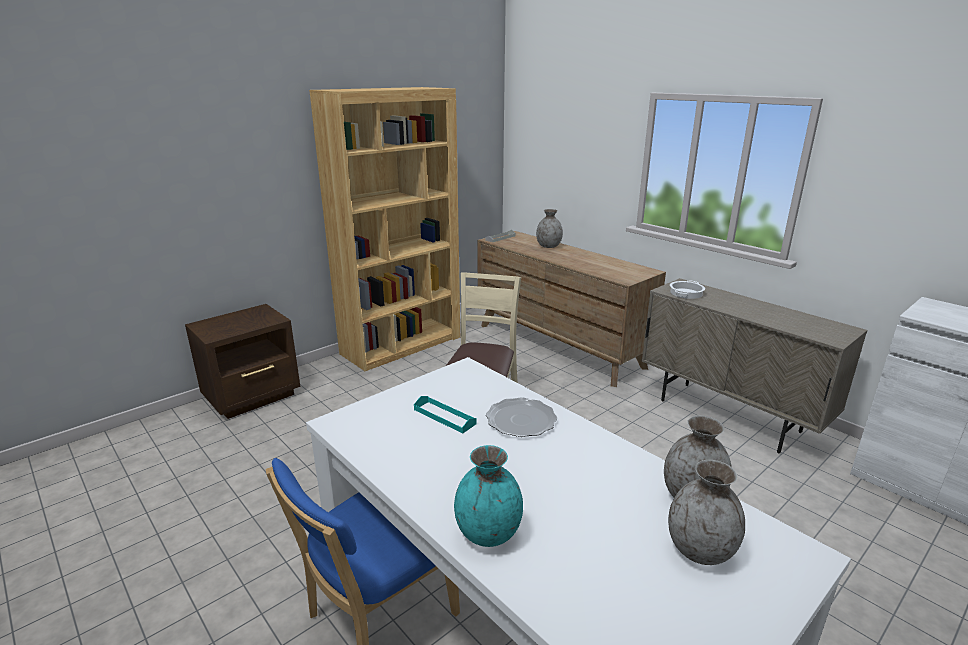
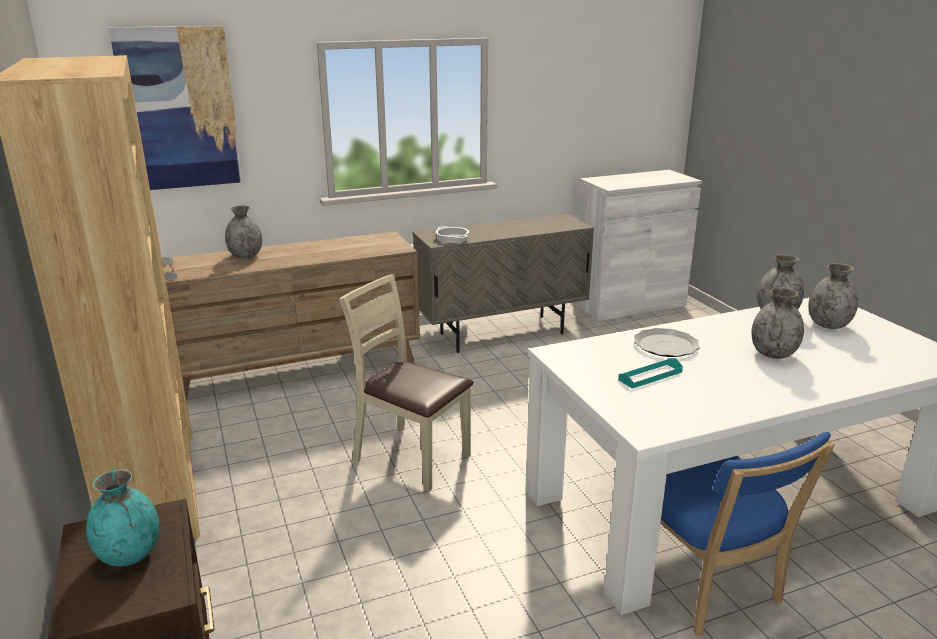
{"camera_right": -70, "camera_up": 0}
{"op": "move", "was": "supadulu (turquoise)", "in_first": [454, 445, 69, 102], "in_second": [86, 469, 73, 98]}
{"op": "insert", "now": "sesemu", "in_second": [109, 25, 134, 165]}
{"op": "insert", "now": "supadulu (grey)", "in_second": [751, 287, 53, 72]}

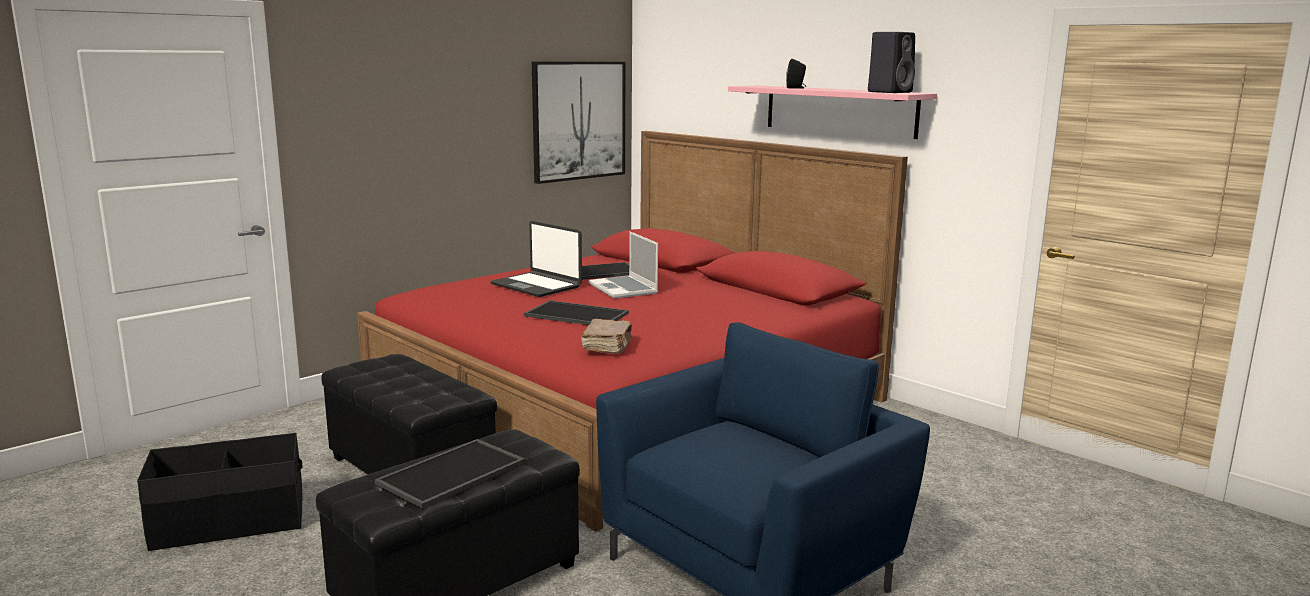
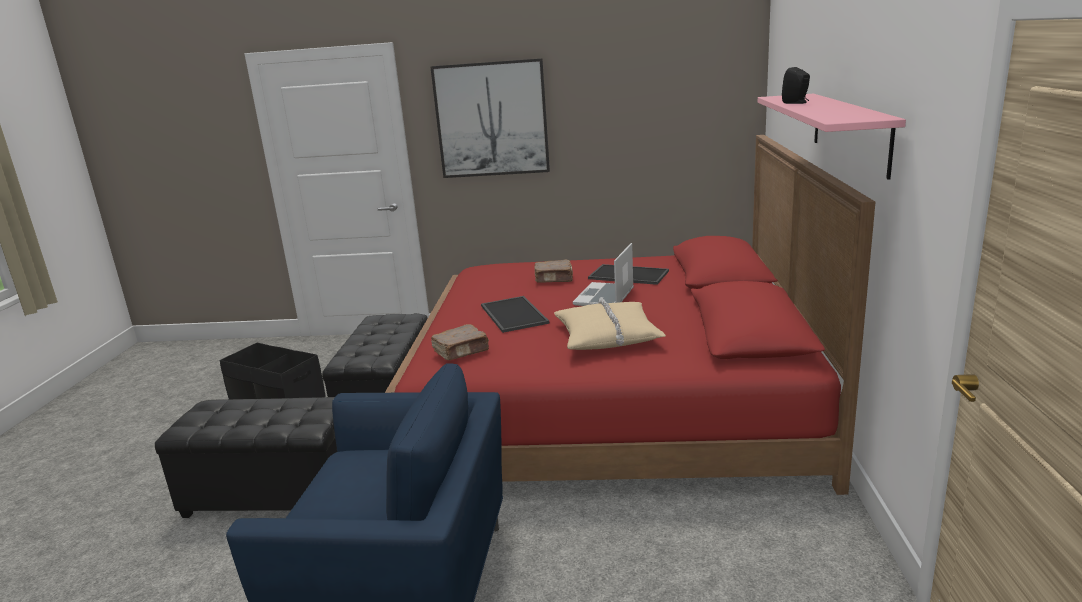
{"camera_right": 50, "camera_up": 5}
{"op": "move", "was": "sesemu", "in_first": [532, 61, 94, 123], "in_second": [430, 58, 120, 120]}
{"op": "replace", "was": "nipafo", "now": "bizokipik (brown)", "in_first": [490, 221, 92, 76], "in_second": [534, 260, 39, 23]}
{"op": "insert", "now": "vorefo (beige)", "in_second": [554, 297, 112, 53]}
{"op": "delete", "was": "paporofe", "in_first": [374, 439, 151, 69]}
{"op": "delete", "was": "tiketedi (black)", "in_first": [868, 32, 47, 61]}

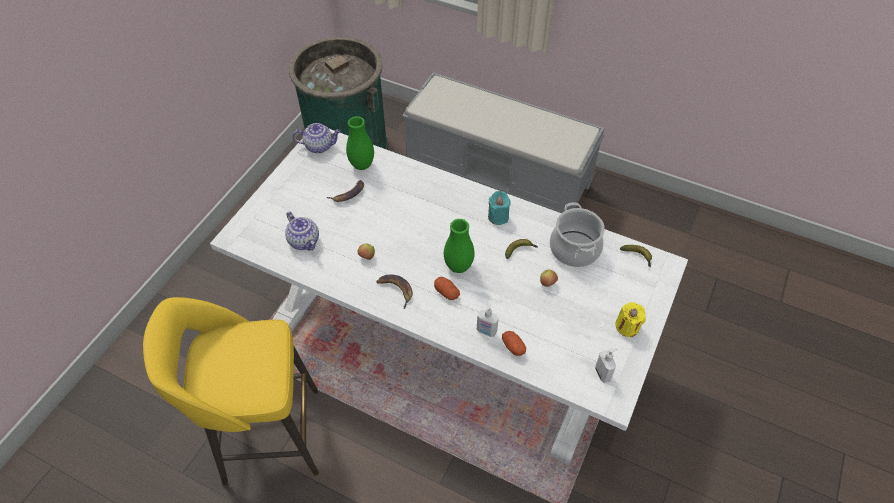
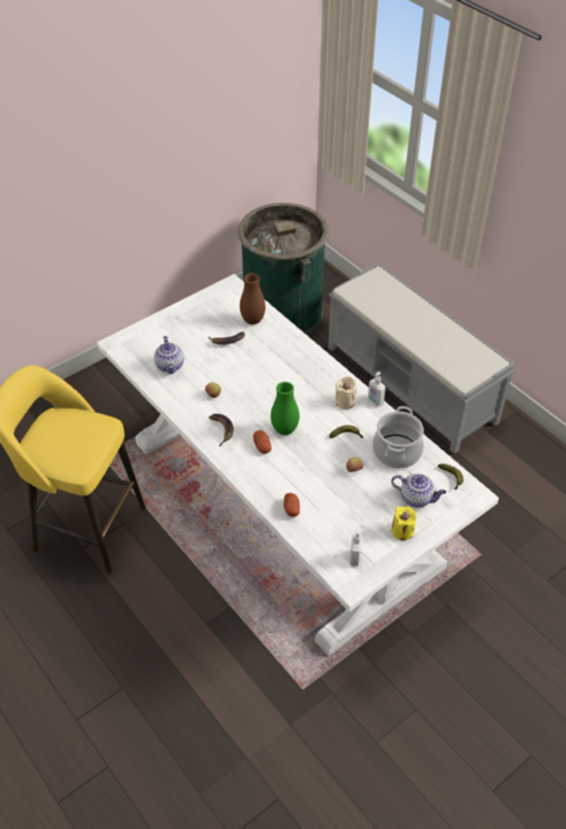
{"camera_right": 25, "camera_up": -5}
{"op": "recolor", "was": "supadulu (green)", "now": "supadulu (brown)", "in_first": [346, 116, 28, 54], "in_second": [240, 273, 25, 52]}
{"op": "recolor", "was": "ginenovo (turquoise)", "now": "ginenovo (beige)", "in_first": [488, 191, 23, 34], "in_second": [335, 376, 22, 33]}
{"op": "move", "was": "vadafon", "in_first": [477, 304, 22, 33], "in_second": [368, 372, 17, 34]}
{"op": "move", "was": "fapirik", "in_first": [292, 123, 49, 31], "in_second": [391, 474, 55, 34]}

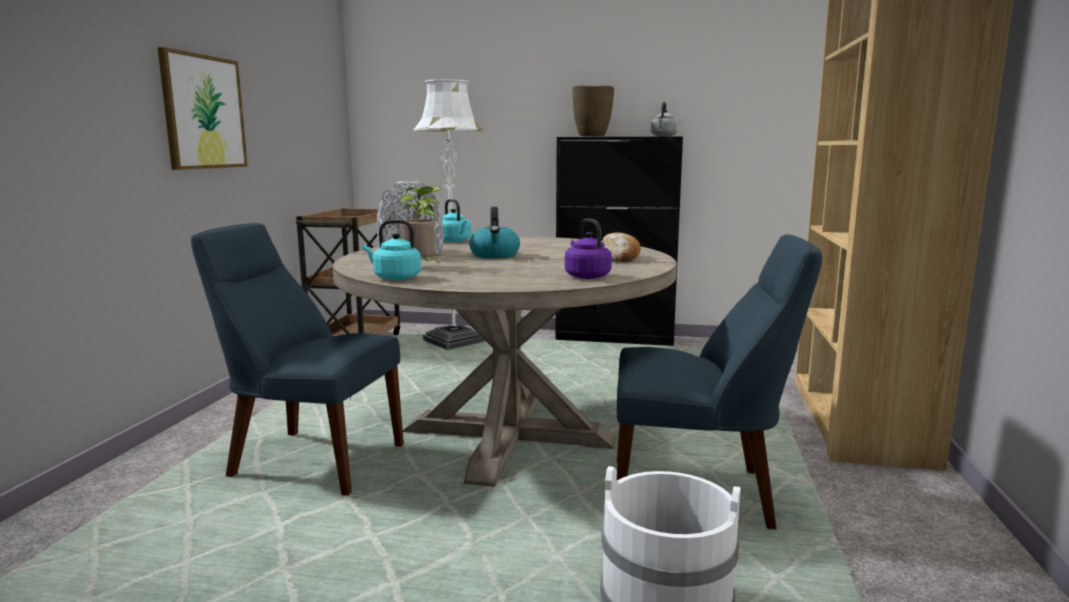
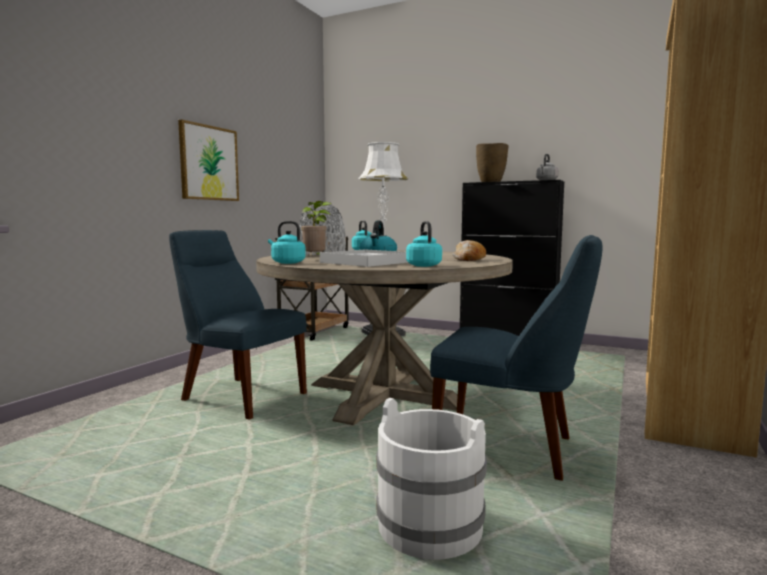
{"camera_right": 15, "camera_up": -5}
{"op": "insert", "now": "paporofe (white)", "in_second": [320, 249, 89, 18]}
{"op": "recolor", "was": "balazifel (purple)", "now": "balazifel (turquoise)", "in_first": [565, 219, 47, 60], "in_second": [406, 221, 36, 46]}

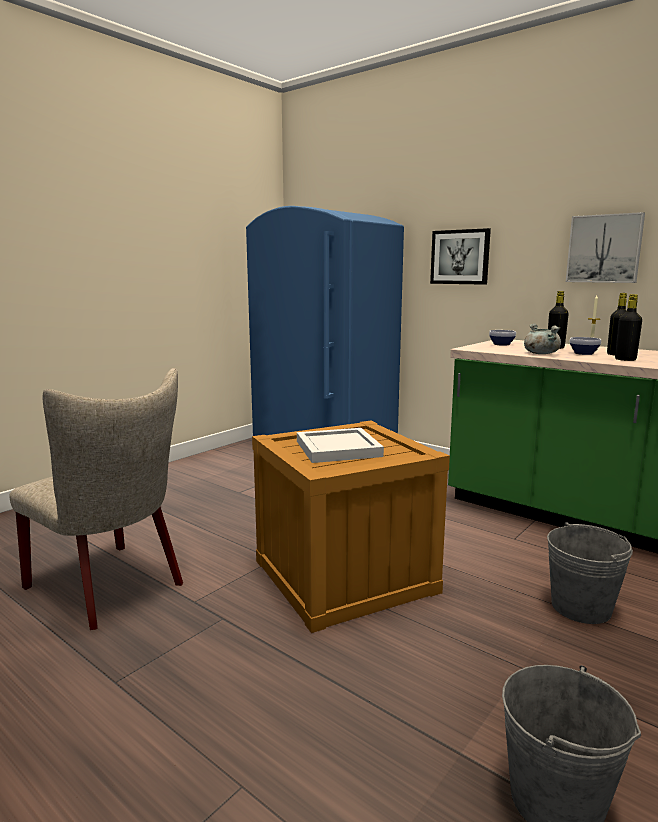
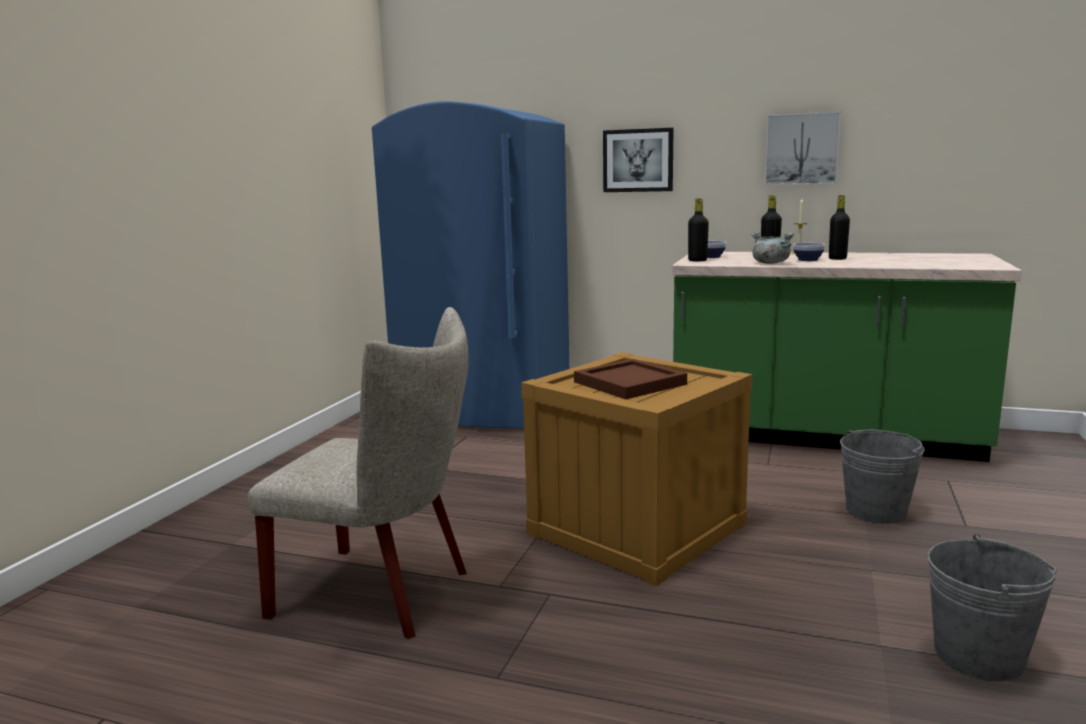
{"camera_right": -20, "camera_up": 0}
{"op": "recolor", "was": "paporofe (white)", "now": "paporofe (brown)", "in_first": [297, 428, 87, 35], "in_second": [574, 359, 113, 40]}
{"op": "move", "was": "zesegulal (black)", "in_first": [615, 294, 27, 67], "in_second": [688, 198, 21, 64]}

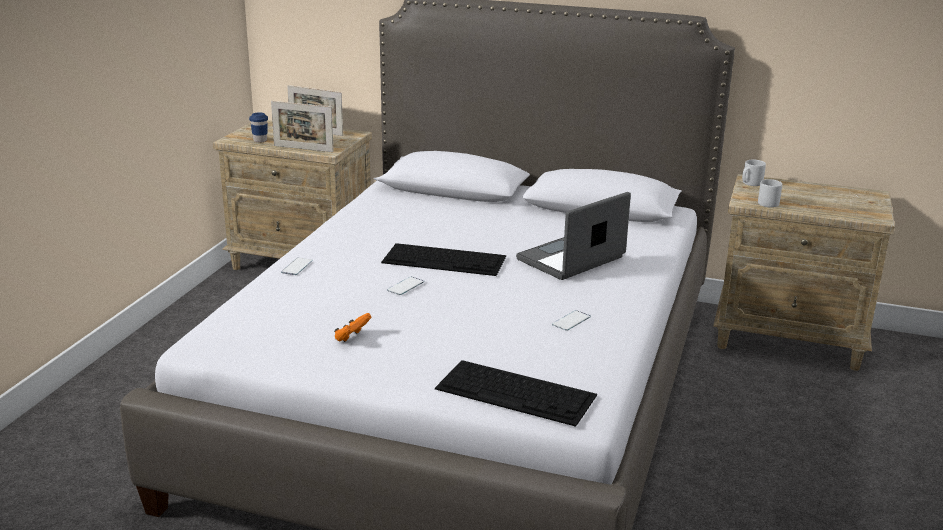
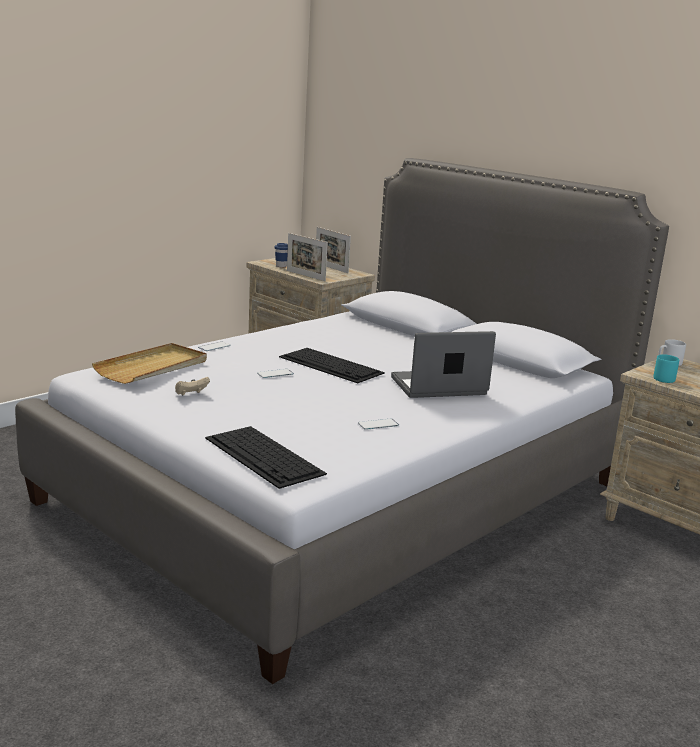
{"camera_right": 25, "camera_up": -5}
{"op": "insert", "now": "paporofe (beige)", "in_second": [92, 343, 115, 41]}
{"op": "recolor", "was": "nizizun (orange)", "now": "nizizun (beige)", "in_first": [334, 313, 37, 29], "in_second": [175, 377, 35, 19]}
{"op": "recolor", "was": "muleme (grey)", "now": "muleme (turquoise)", "in_first": [758, 179, 24, 29], "in_second": [653, 354, 26, 29]}

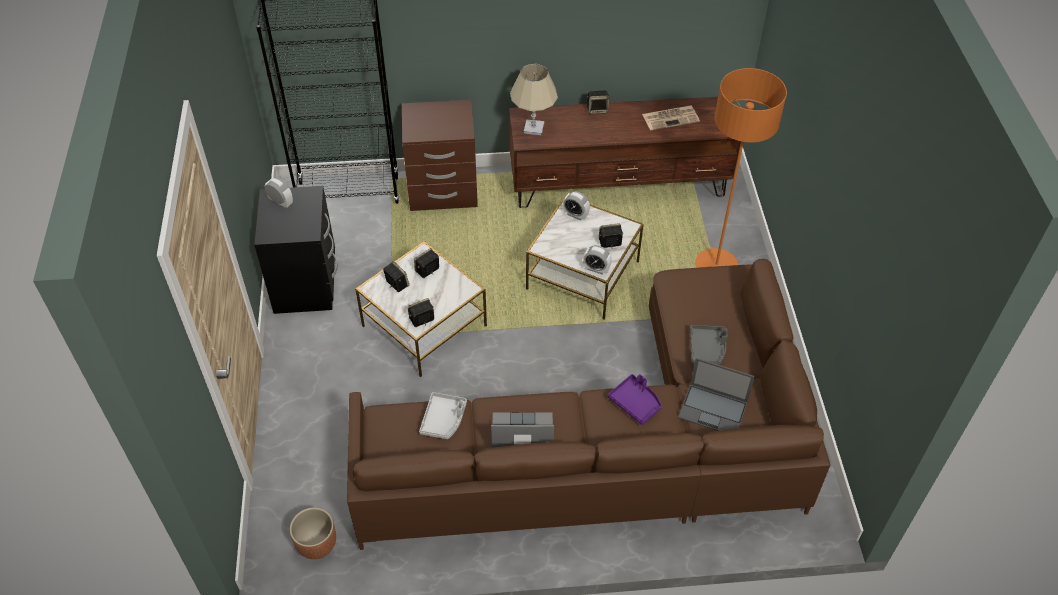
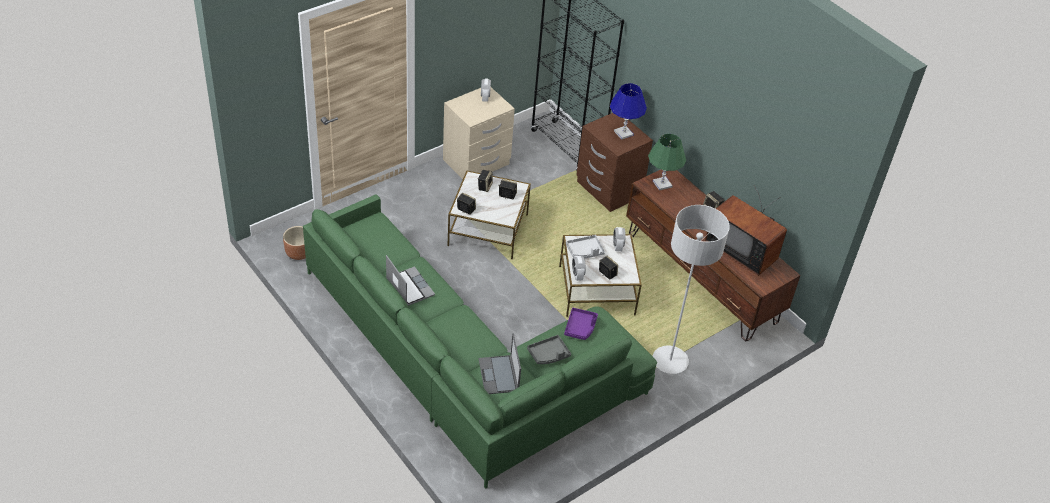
{"camera_right": 55, "camera_up": -5}
{"op": "recolor", "was": "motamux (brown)", "now": "motamux (green)", "in_first": [347, 258, 484, 292], "in_second": [303, 194, 354, 295]}
{"op": "recolor", "was": "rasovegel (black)", "now": "rasovegel (beige)", "in_first": [254, 186, 84, 128], "in_second": [443, 87, 72, 92]}
{"op": "move", "was": "paporofe (purple)", "in_first": [608, 374, 54, 51], "in_second": [564, 308, 34, 32]}
{"op": "move", "was": "paporofe (grey)", "in_first": [419, 392, 48, 47], "in_second": [566, 235, 39, 23]}
{"op": "insert", "now": "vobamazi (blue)", "in_second": [610, 83, 37, 57]}
{"op": "recolor", "was": "vobamazi (beige)", "now": "vobamazi (green)", "in_first": [510, 64, 48, 71], "in_second": [648, 134, 38, 57]}
{"op": "recolor", "was": "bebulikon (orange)", "now": "bebulikon (grey)", "in_first": [695, 68, 92, 200], "in_second": [653, 205, 77, 169]}
{"op": "replace", "was": "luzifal", "now": "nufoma", "in_first": [642, 106, 58, 24], "in_second": [705, 186, 82, 90]}

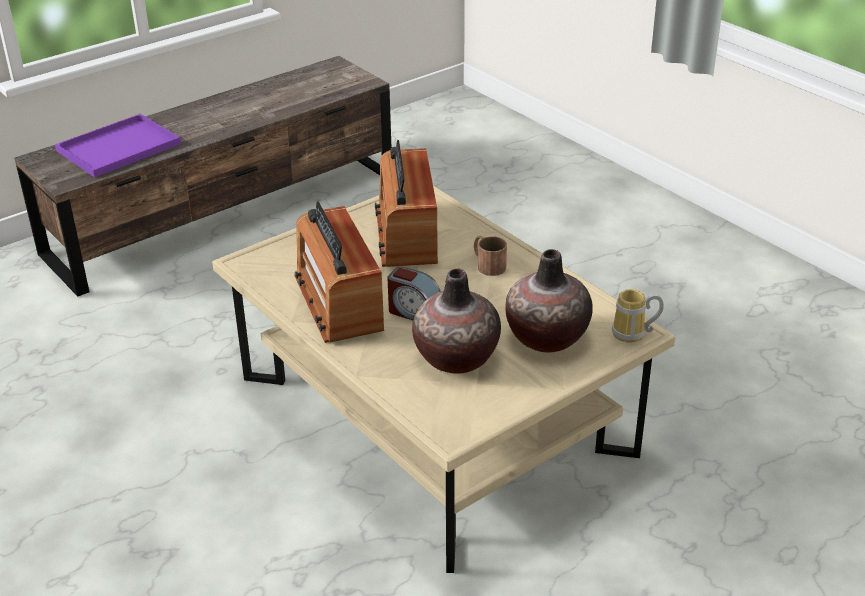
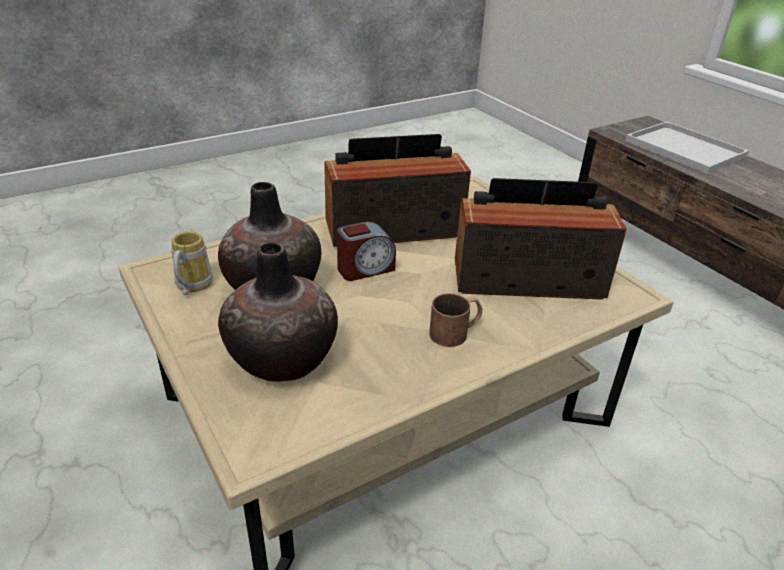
{"camera_right": 95, "camera_up": 0}
{"op": "move", "was": "muleme", "in_first": [612, 289, 52, 54], "in_second": [171, 231, 42, 64]}
{"op": "rotate", "was": "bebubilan", "in_first": [387, 266, 54, 54], "in_second": [337, 222, 59, 59], "clockwise": -150}
{"op": "recolor", "was": "paporofe (purple)", "now": "paporofe (white)", "in_first": [55, 114, 126, 63], "in_second": [625, 121, 124, 53]}

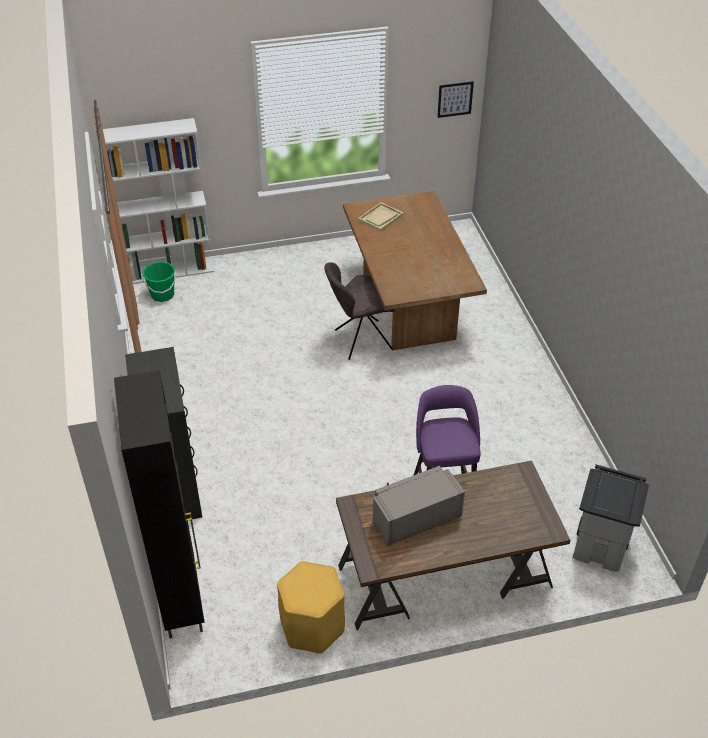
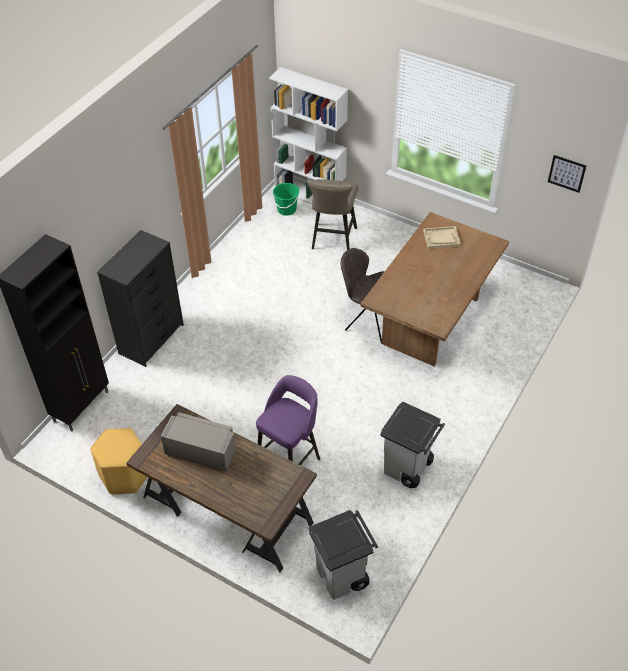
{"camera_right": 45, "camera_up": 5}
{"op": "insert", "now": "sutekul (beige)", "in_second": [307, 179, 51, 71]}
{"op": "insert", "now": "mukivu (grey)", "in_second": [380, 402, 65, 86]}

